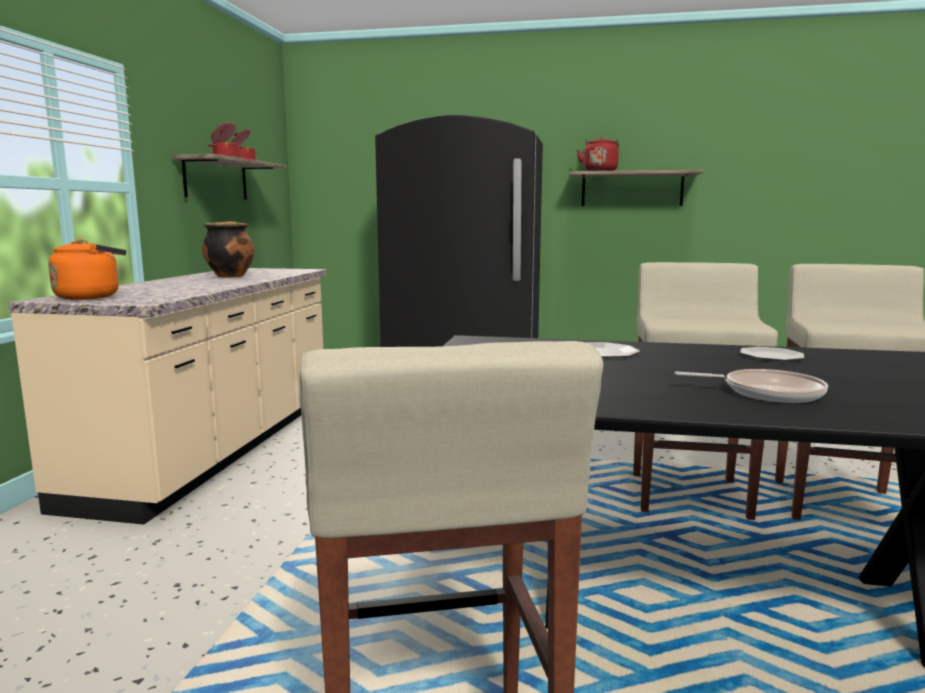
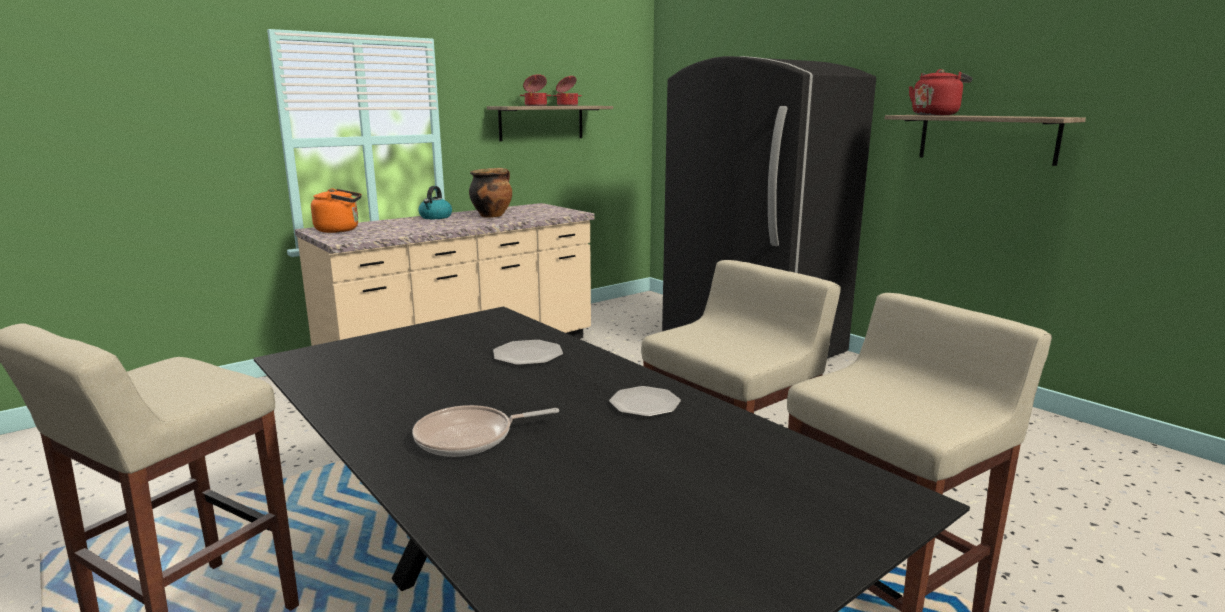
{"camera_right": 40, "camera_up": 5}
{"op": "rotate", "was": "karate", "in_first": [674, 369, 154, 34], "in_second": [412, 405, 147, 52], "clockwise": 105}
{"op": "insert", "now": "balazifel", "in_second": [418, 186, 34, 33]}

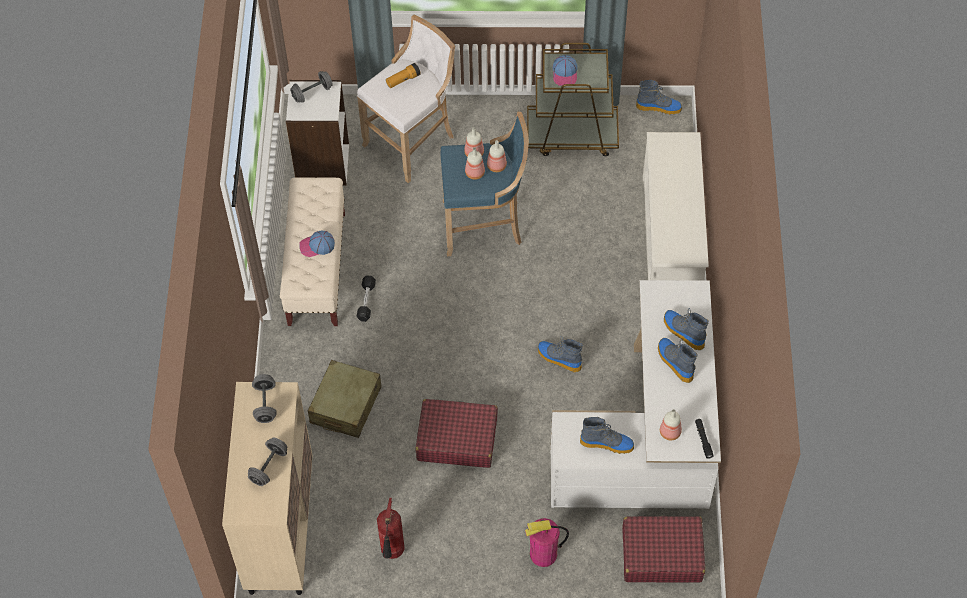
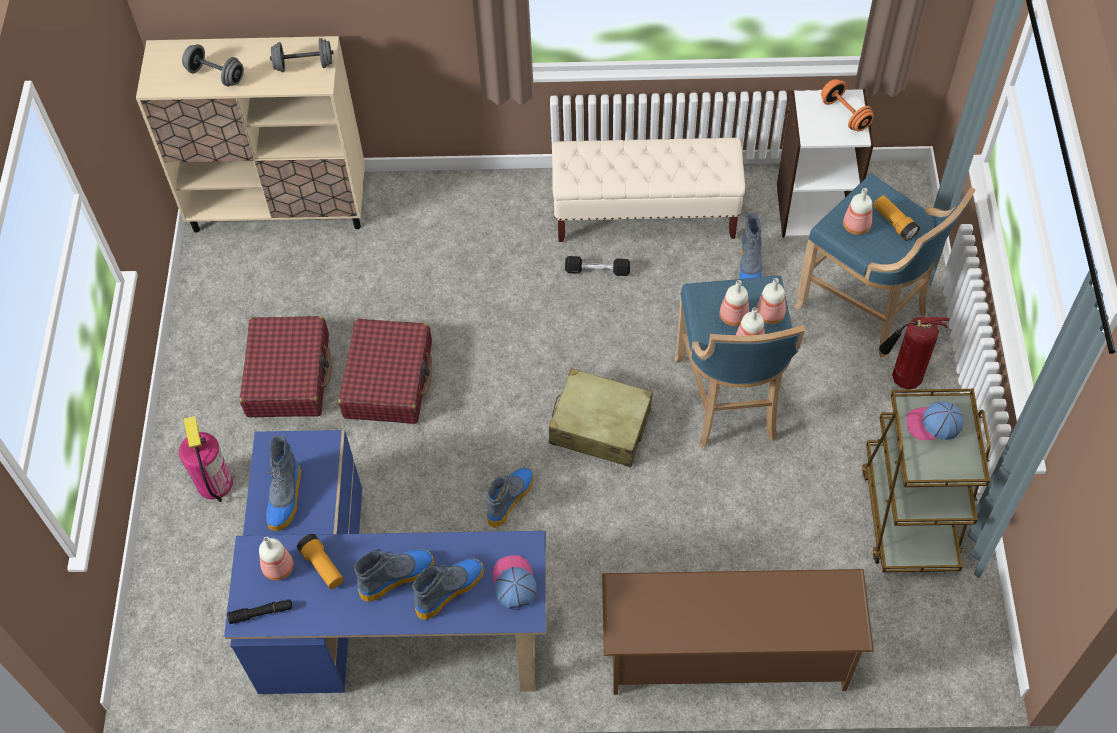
{"camera_right": 90, "camera_up": 0}
{"op": "recolor", "was": "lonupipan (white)", "now": "lonupipan (blue)", "in_first": [550, 280, 171, 229], "in_second": [224, 429, 322, 265]}
{"op": "move", "was": "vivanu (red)", "in_first": [622, 516, 83, 67], "in_second": [239, 316, 92, 101]}
{"op": "insert", "now": "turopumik", "in_second": [297, 534, 47, 55]}
{"op": "move", "was": "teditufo", "in_first": [299, 230, 36, 27], "in_second": [493, 555, 44, 55]}
{"op": "move", "was": "vivanu (beige)", "in_first": [308, 360, 74, 78], "in_second": [549, 368, 104, 99]}
{"op": "recolor", "was": "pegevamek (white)", "now": "pegevamek (brown)", "in_first": [643, 132, 66, 148], "in_second": [602, 569, 272, 126]}
{"op": "move", "was": "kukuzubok", "in_first": [636, 80, 46, 35], "in_second": [738, 213, 24, 66]}
{"op": "recolor", "was": "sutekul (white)", "now": "sutekul (blue)", "in_first": [357, 15, 98, 168], "in_second": [794, 174, 181, 184]}
{"op": "recolor", "was": "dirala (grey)", "now": "dirala (orange)", "in_first": [290, 71, 43, 32], "in_second": [821, 79, 53, 53]}
{"op": "insert", "now": "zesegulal", "in_second": [843, 188, 29, 47]}
{"op": "move", "was": "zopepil", "in_first": [377, 498, 28, 61], "in_second": [879, 317, 70, 72]}

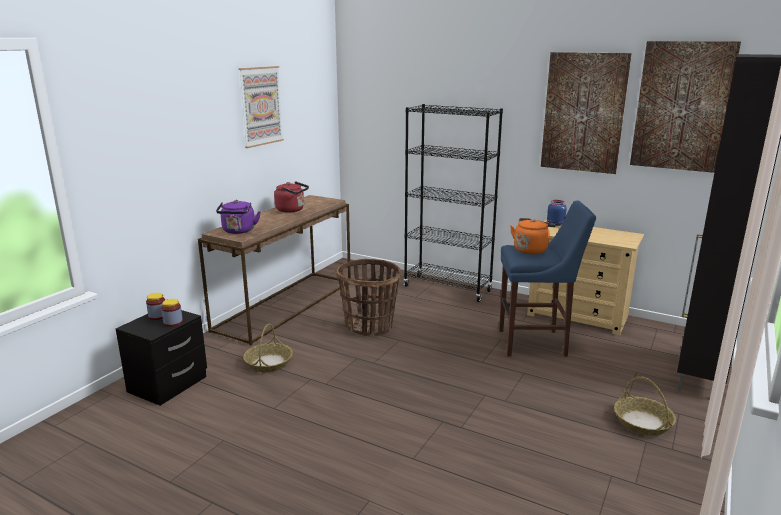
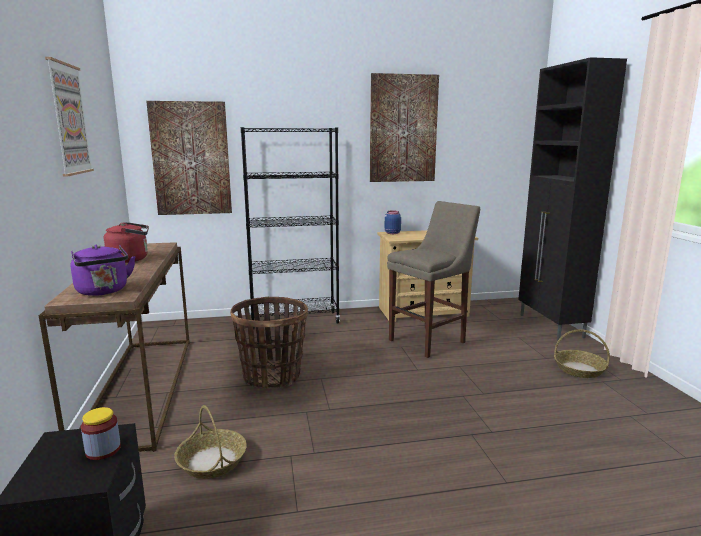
{"camera_right": -40, "camera_up": -5}
{"op": "move", "was": "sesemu", "in_first": [630, 41, 111, 132], "in_second": [146, 101, 86, 114]}
{"op": "recolor", "was": "sutekul (blue)", "now": "sutekul (beige)", "in_first": [499, 200, 97, 157], "in_second": [387, 201, 93, 157]}
{"op": "delete", "was": "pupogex", "in_first": [146, 293, 19, 27]}
{"op": "delete", "was": "balazifel (orange)", "in_first": [510, 218, 46, 36]}

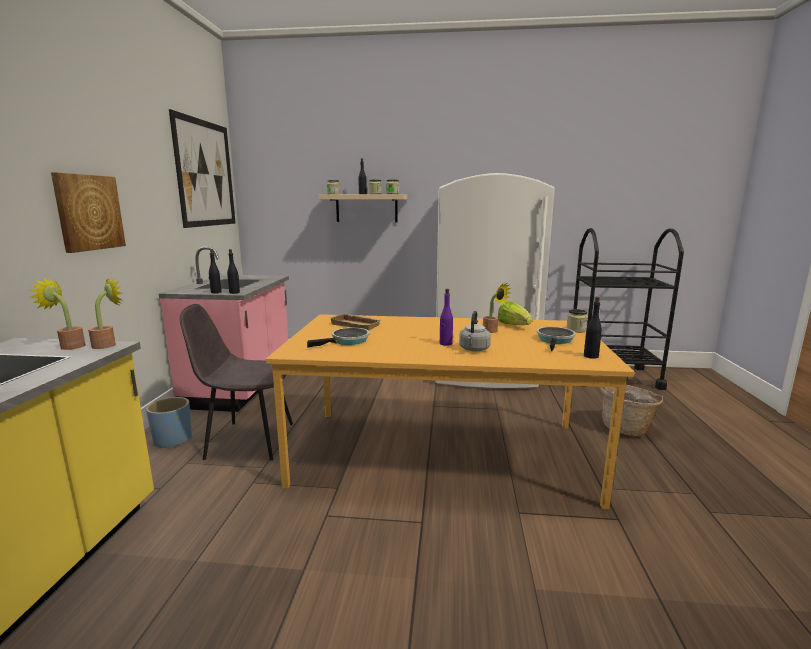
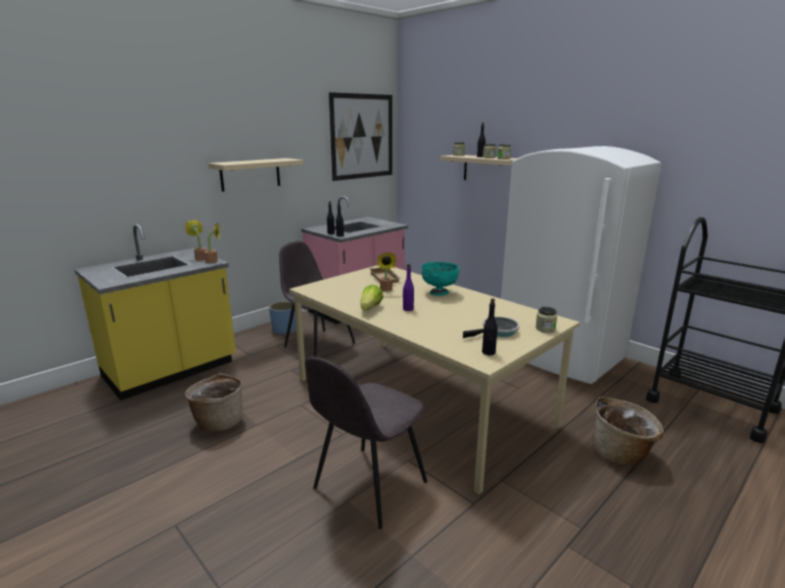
{"camera_right": 40, "camera_up": 5}
{"op": "insert", "now": "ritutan", "in_second": [185, 373, 58, 58]}
{"op": "replace", "was": "sesemu", "now": "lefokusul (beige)", "in_first": [51, 172, 75, 81], "in_second": [208, 158, 95, 34]}
{"op": "recolor", "was": "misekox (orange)", "now": "misekox (beige)", "in_first": [266, 314, 369, 195], "in_second": [289, 265, 291, 229]}
{"op": "insert", "now": "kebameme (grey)", "in_second": [305, 356, 122, 173]}
{"op": "move", "was": "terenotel", "in_first": [498, 301, 35, 24], "in_second": [361, 285, 23, 26]}
{"op": "move", "was": "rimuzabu", "in_first": [483, 283, 28, 50], "in_second": [376, 252, 21, 40]}
{"op": "insert", "now": "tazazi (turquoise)", "in_second": [422, 262, 37, 34]}
{"op": "delete", "was": "karate", "in_first": [307, 328, 63, 19]}
{"op": "delete", "was": "balazifel (grey)", "in_first": [459, 311, 32, 40]}

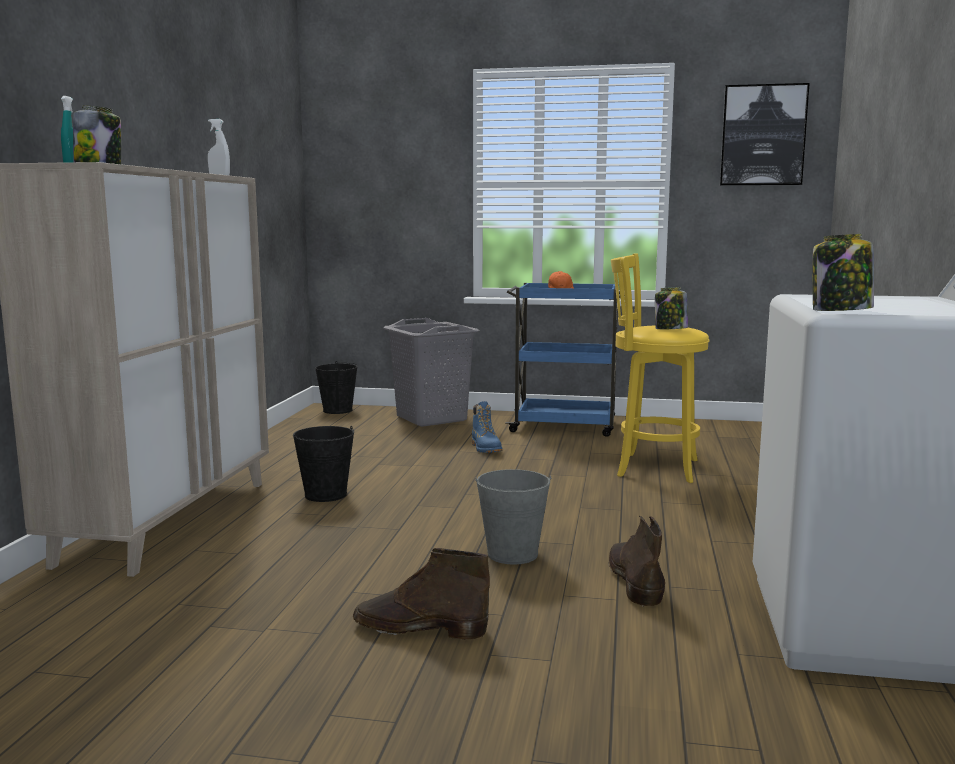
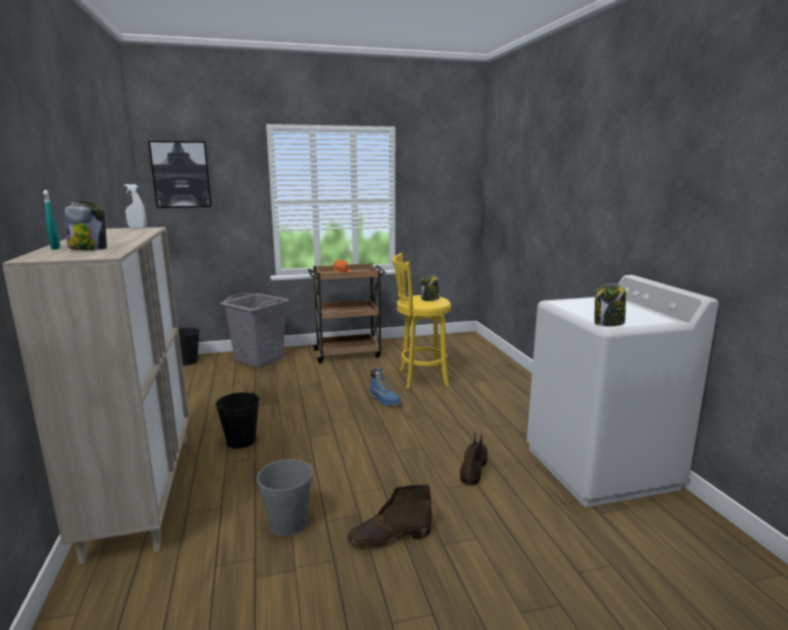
{"camera_right": -25, "camera_up": 5}
{"op": "move", "was": "sesemu", "in_first": [720, 83, 90, 103], "in_second": [148, 141, 64, 67]}
{"op": "move", "was": "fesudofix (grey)", "in_first": [475, 469, 77, 95], "in_second": [257, 459, 56, 77]}
{"op": "recolor", "was": "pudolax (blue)", "now": "pudolax (brown)", "in_first": [506, 283, 119, 154], "in_second": [308, 263, 78, 100]}
{"op": "move", "was": "kukuzubok (blue)", "in_first": [472, 401, 31, 52], "in_second": [369, 368, 33, 38]}
{"op": "rotate", "was": "kukuzubok (brown)", "in_first": [608, 515, 57, 92], "in_second": [460, 433, 28, 53], "clockwise": 45}

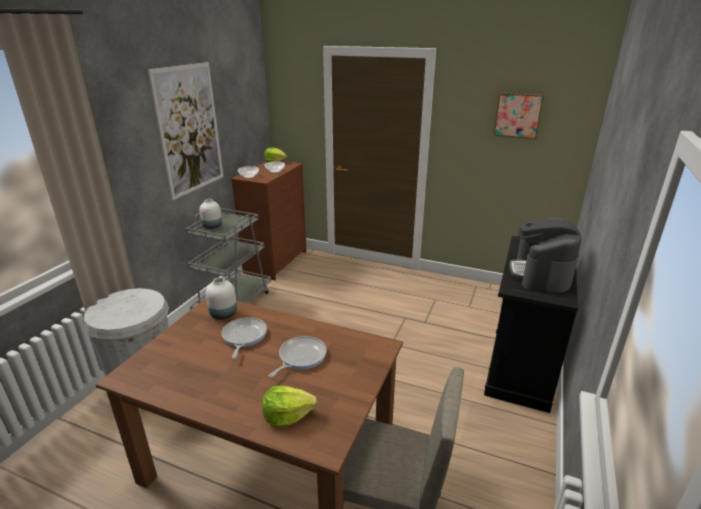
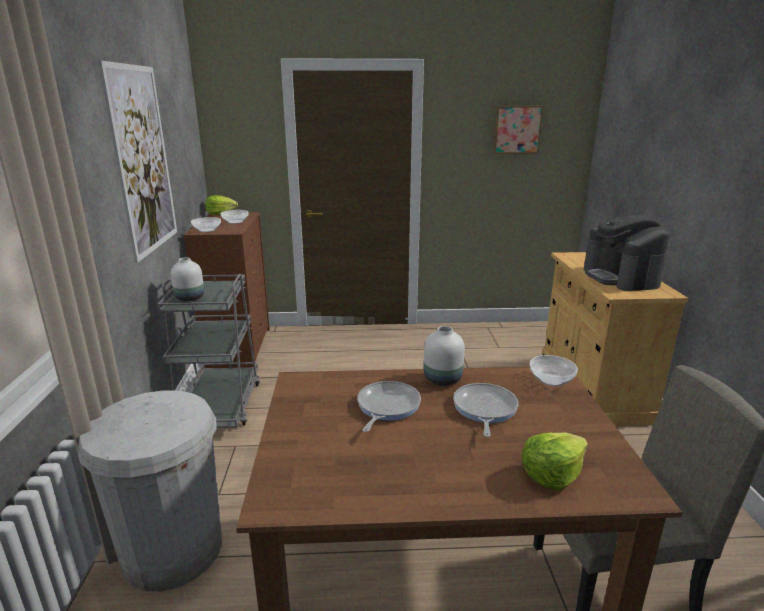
{"camera_right": -25, "camera_up": -5}
{"op": "rotate", "was": "karate", "in_first": [222, 317, 45, 42], "in_second": [357, 381, 64, 51], "clockwise": 45}
{"op": "move", "was": "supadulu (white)", "in_first": [206, 278, 31, 42], "in_second": [424, 326, 41, 60]}
{"op": "insert", "now": "tazazi", "in_second": [530, 355, 48, 31]}
{"op": "recolor", "was": "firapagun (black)", "now": "firapagun (beige)", "in_first": [484, 236, 94, 177], "in_second": [541, 252, 148, 174]}

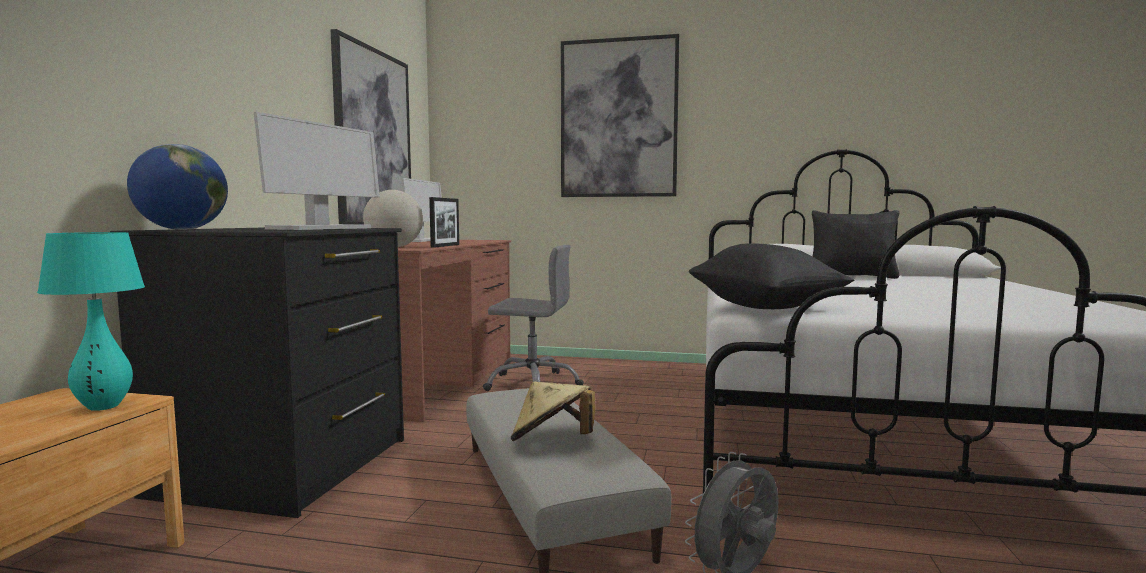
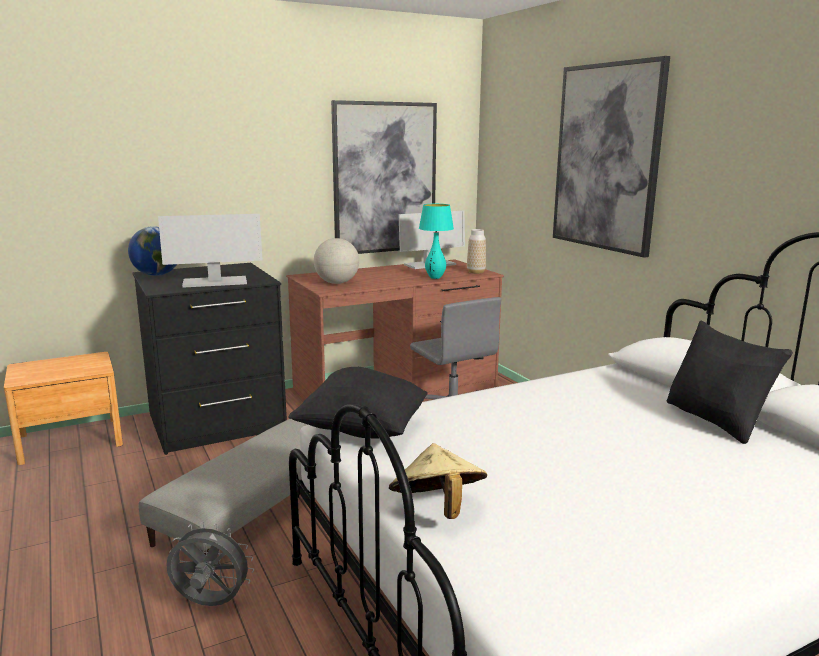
{"camera_right": 50, "camera_up": 10}
{"op": "move", "was": "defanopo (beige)", "in_first": [511, 381, 84, 60], "in_second": [389, 443, 98, 76]}
{"op": "move", "was": "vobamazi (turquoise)", "in_first": [37, 232, 108, 179], "in_second": [419, 204, 35, 75]}
{"op": "insert", "now": "supadulu", "in_second": [467, 229, 19, 45]}
{"op": "delete", "was": "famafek", "in_first": [429, 197, 30, 51]}

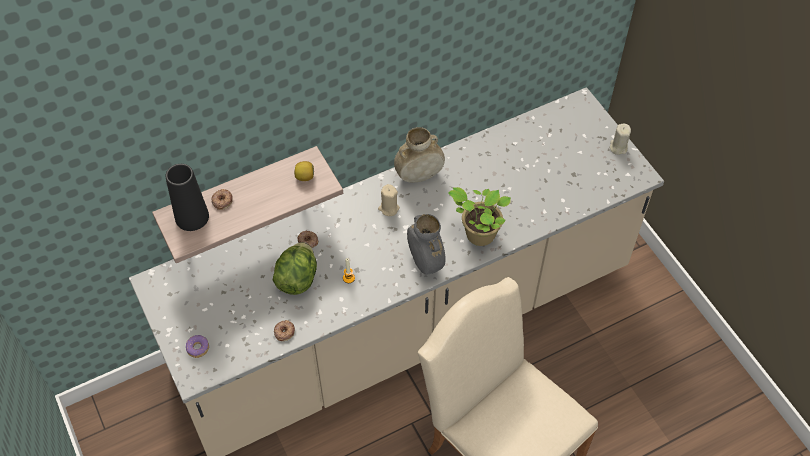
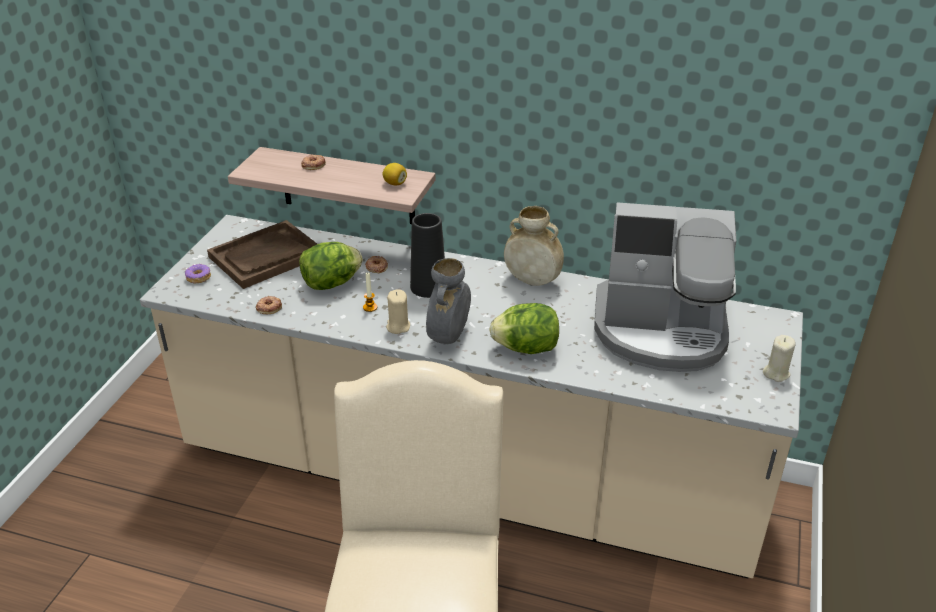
{"camera_right": 45, "camera_up": -20}
{"op": "insert", "now": "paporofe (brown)", "in_second": [207, 220, 110, 69]}
{"op": "move", "was": "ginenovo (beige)", "in_first": [378, 184, 22, 32], "in_second": [386, 289, 24, 45]}
{"op": "move", "was": "supadulu (black)", "in_first": [166, 164, 43, 67], "in_second": [410, 213, 35, 85]}
{"op": "replace", "was": "rimuzabu", "now": "terenotel", "in_first": [448, 187, 63, 59], "in_second": [489, 303, 70, 51]}
{"op": "insert", "now": "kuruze", "in_second": [594, 202, 143, 170]}

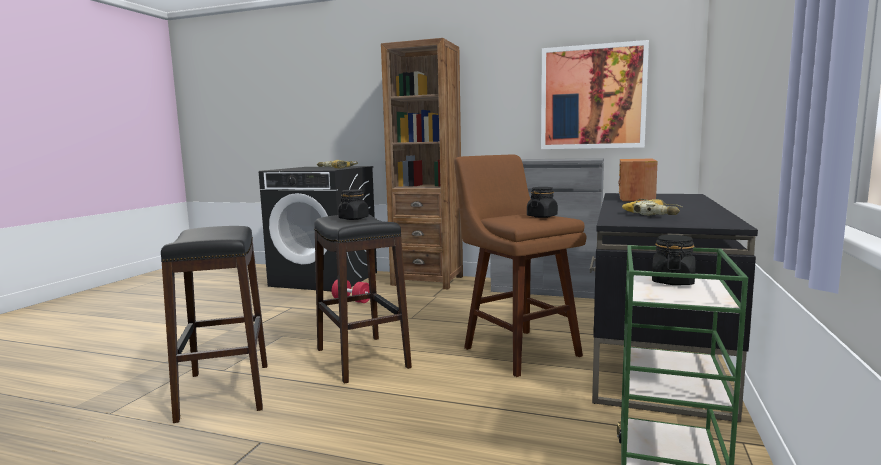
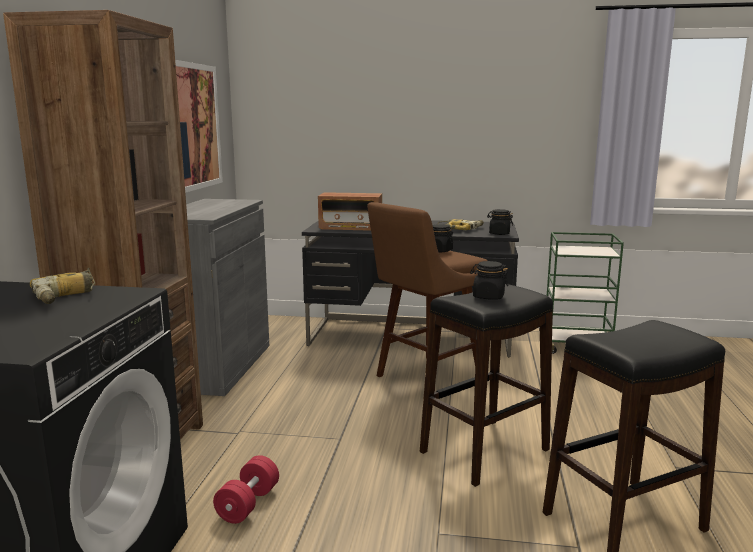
{"camera_right": -100, "camera_up": 5}
{"op": "move", "was": "pupogex (black)", "in_first": [652, 235, 43, 50], "in_second": [487, 209, 26, 26]}

